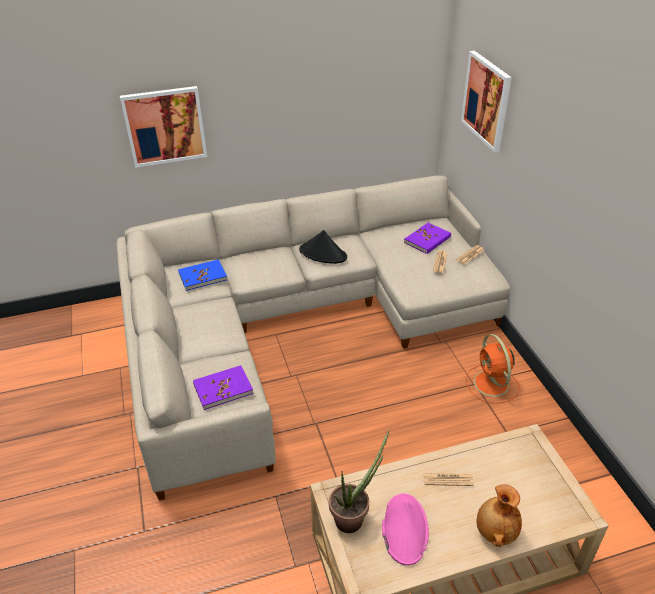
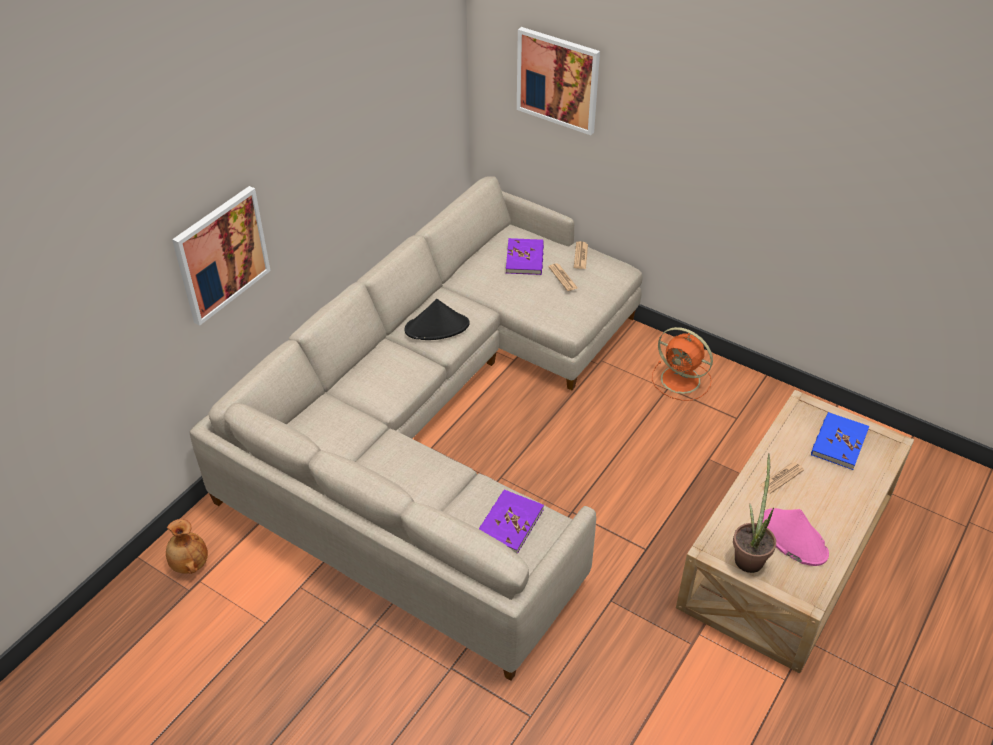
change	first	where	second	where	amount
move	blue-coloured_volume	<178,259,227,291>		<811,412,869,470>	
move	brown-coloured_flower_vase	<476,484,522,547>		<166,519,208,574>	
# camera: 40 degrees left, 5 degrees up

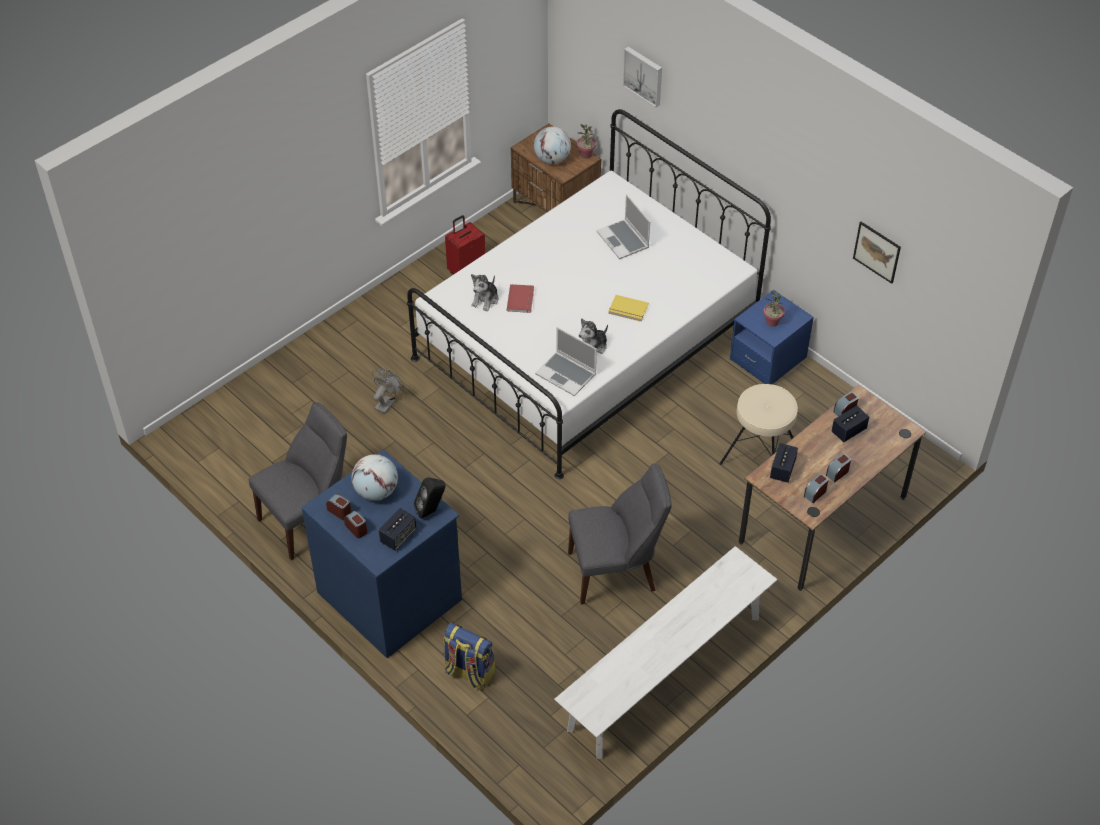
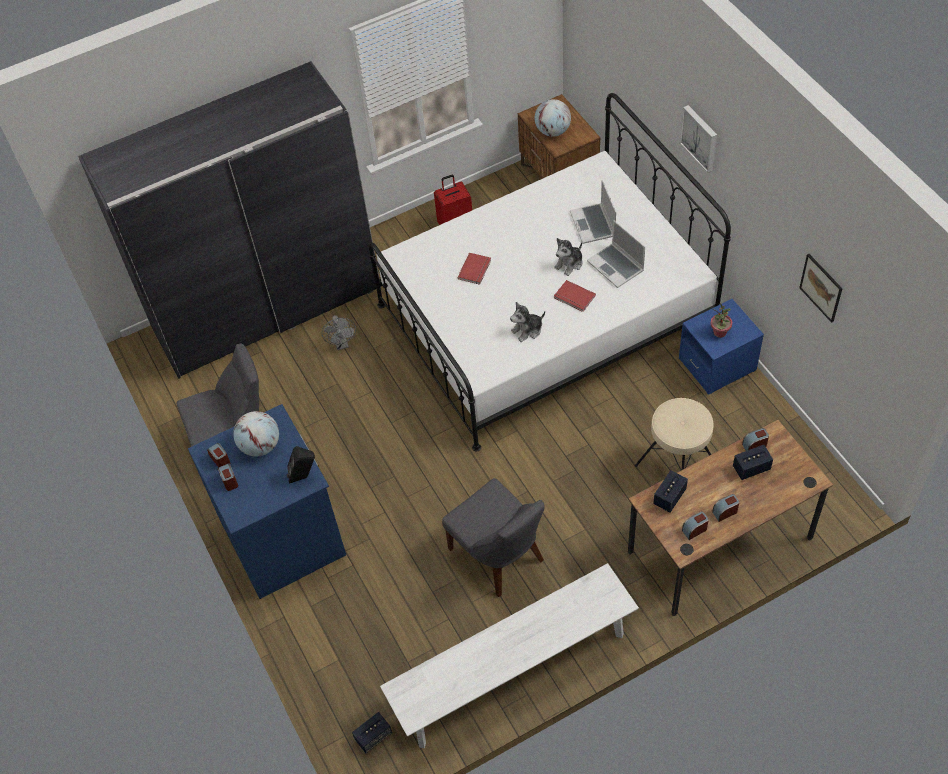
change	first	where	second	where	amount
rotate	greyish_electric_fan	<372,368,404,414>		<322,315,356,350>	120 degrees clockwise
move	loudspeaker	<379,508,416,551>		<352,712,392,753>	
delete	knapsack	<443,623,495,689>			
move	plush_toy	<471,274,499,312>		<554,238,582,276>	
move	laptop	<535,327,597,396>		<587,220,645,288>	
rotate	greyish_chair	<568,464,671,605>		<442,478,545,597>	45 degrees clockwise
delete	houseplant	<577,124,596,159>			
recolor	yellow-coloured_volume	<608,295,649,322>	red-coloured_volume	<554,280,596,312>	
move	picture	<623,47,662,107>		<680,105,717,173>	
insert			greyish_wardrobe	<78,61,380,379>	
# camera: 20 degrees right, 5 degrees up

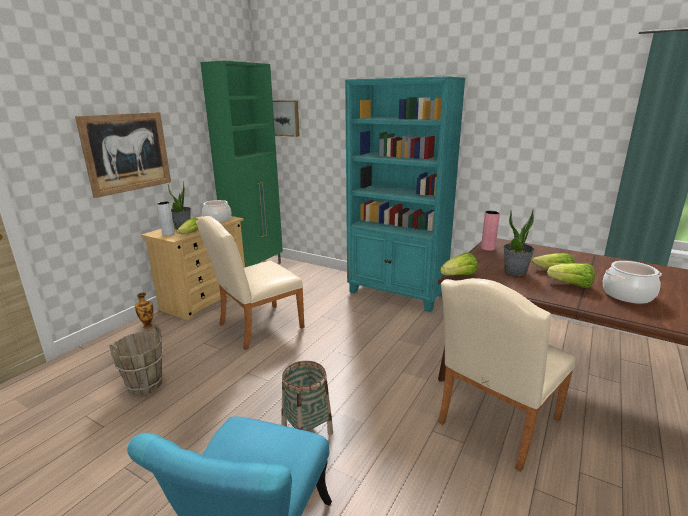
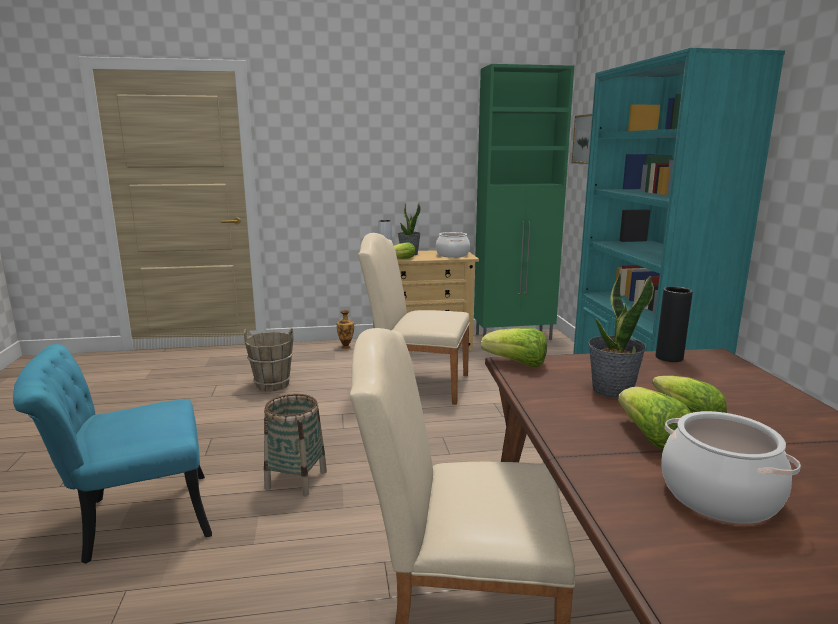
change	first	where	second	where	amount
delete	picture	<75,112,171,198>			
recolor	pink-coloured_flower_vase	<481,211,500,251>	black_flower_vase	<656,287,693,362>	
# camera: 50 degrees right, 5 degrees down

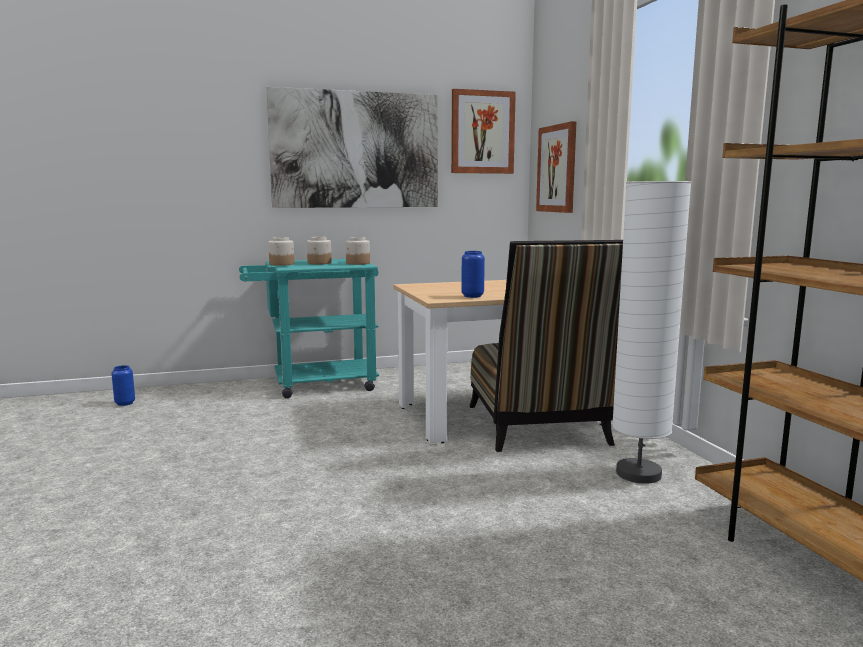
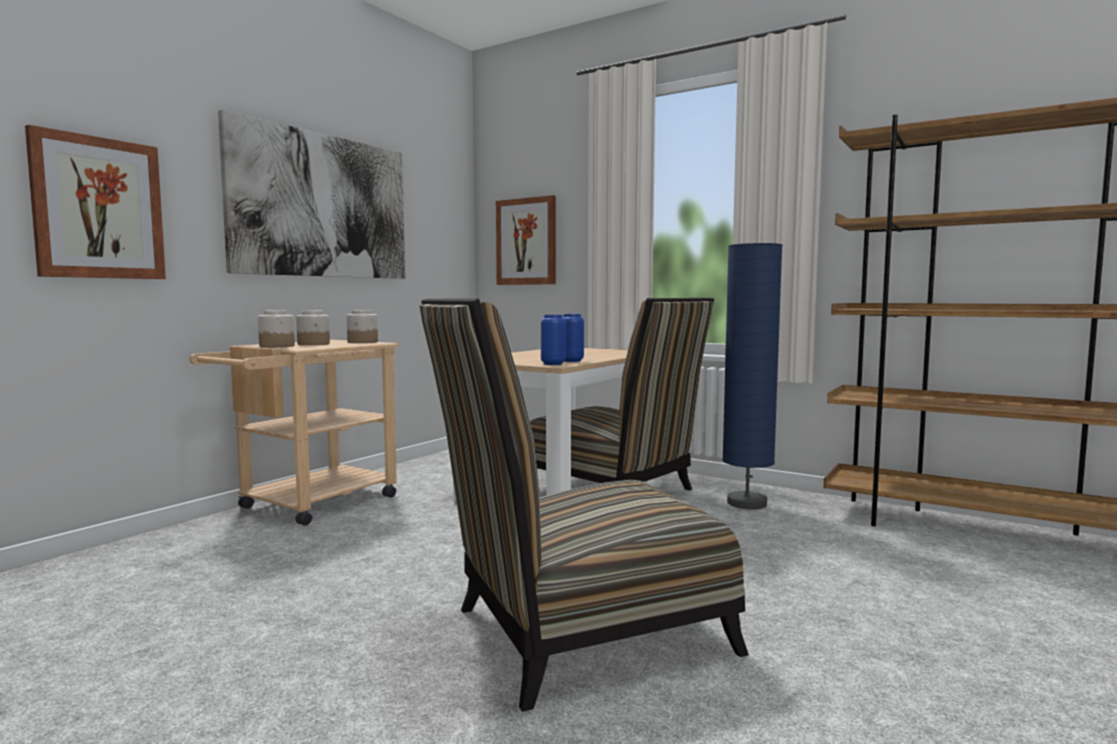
change	first	where	second	where	amount
move	blue-coloured_flower_vase	<111,365,135,406>		<541,315,566,365>	
recolor	turquoise_wheeled_cart	<239,259,379,399>	sand-coloured_wheeled_cart	<189,340,399,526>	
move	picture	<451,89,516,174>		<25,125,166,279>	
recolor	whitish_standard_lamp	<612,181,692,484>	blue-coloured_standard_lamp	<722,243,783,509>	
insert			chair	<419,298,749,712>	
# camera: 40 degrees left, 5 degrees down

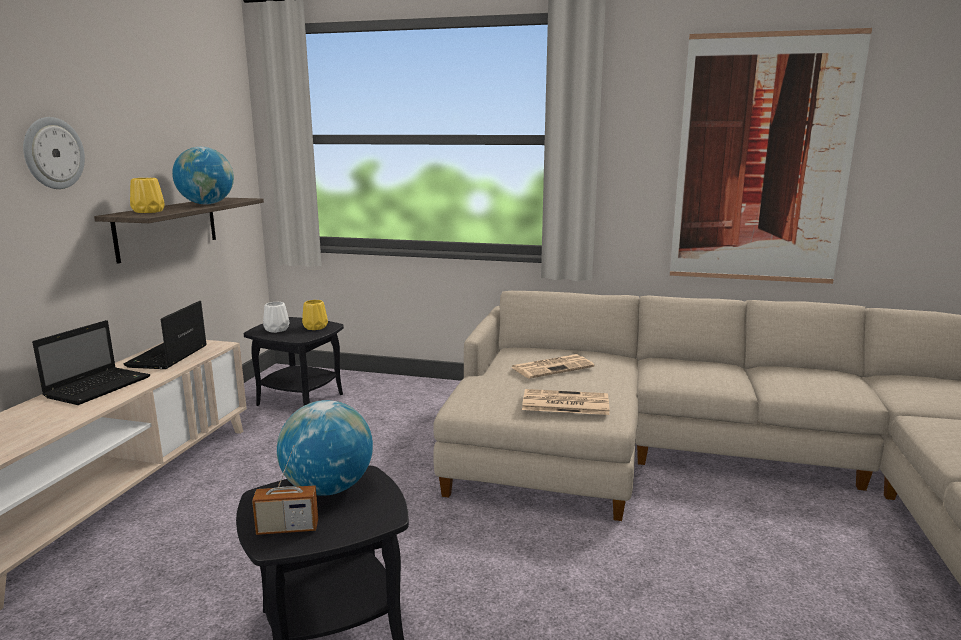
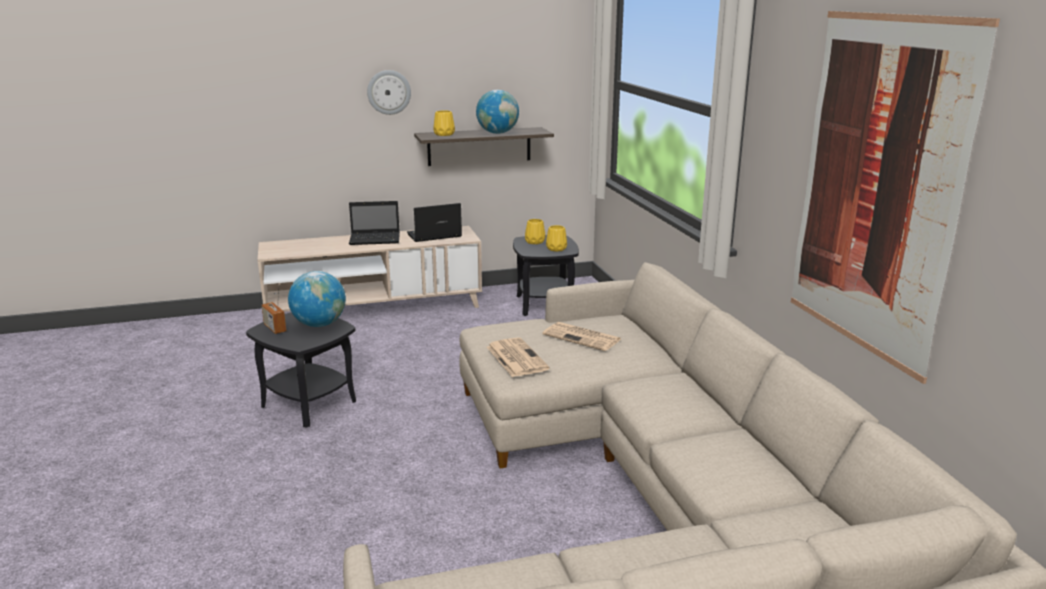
change	first	where	second	where	amount
recolor	whitish_flower_vase	<263,302,289,333>	yellow-coloured_flower_vase	<525,219,545,244>	
# camera: 60 degrees right, 5 degrees up

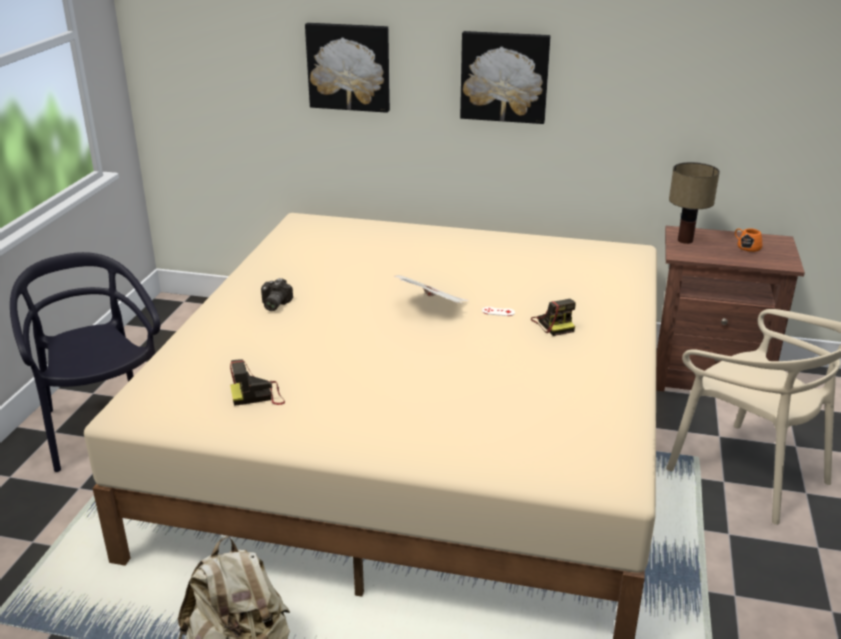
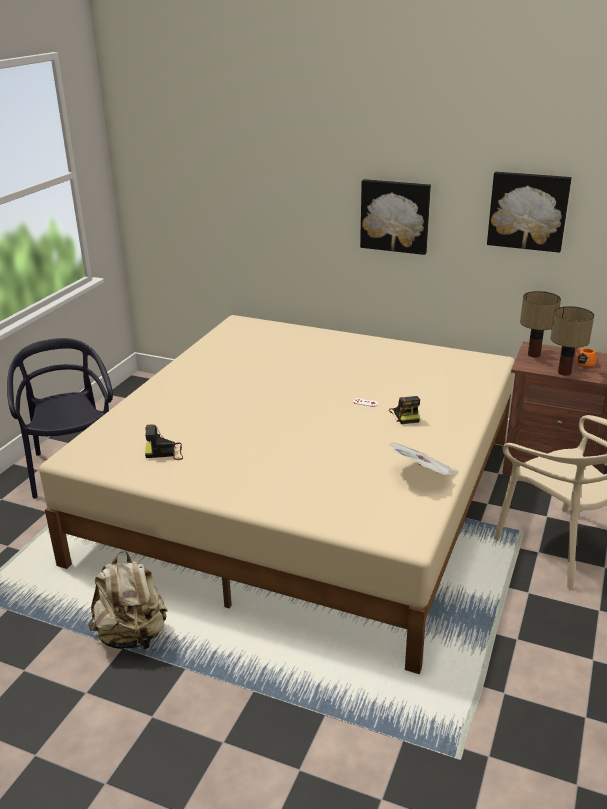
change	first	where	second	where	amount
delete	photo_camera	<261,278,293,311>			
move	picture	<305,23,390,113>		<487,172,572,253>	
move	daily_paper	<394,275,469,303>		<389,443,457,476>	
insert			tabletop_lamp	<550,306,594,376>	
# camera: 10 degrees right, 0 degrees up

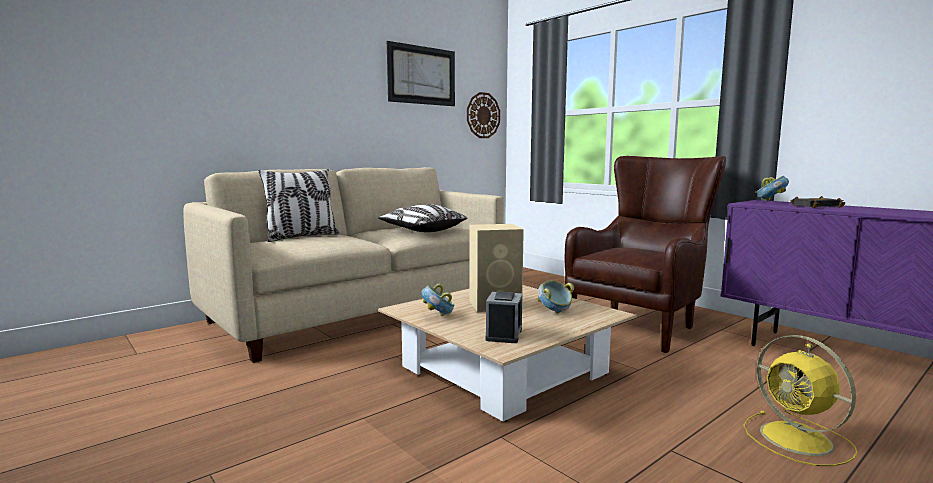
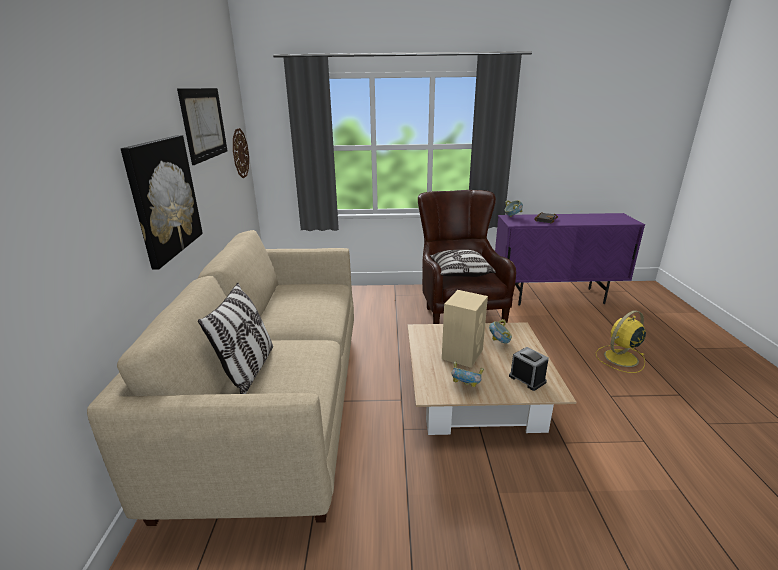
change	first	where	second	where	amount
move	cushion	<378,204,467,232>		<430,250,496,277>	
rotate	yellow-coloured_electric_fan	<744,335,857,466>		<596,310,646,373>	135 degrees clockwise
insert			picture	<121,135,203,270>	
# camera: 50 degrees left, 15 degrees up

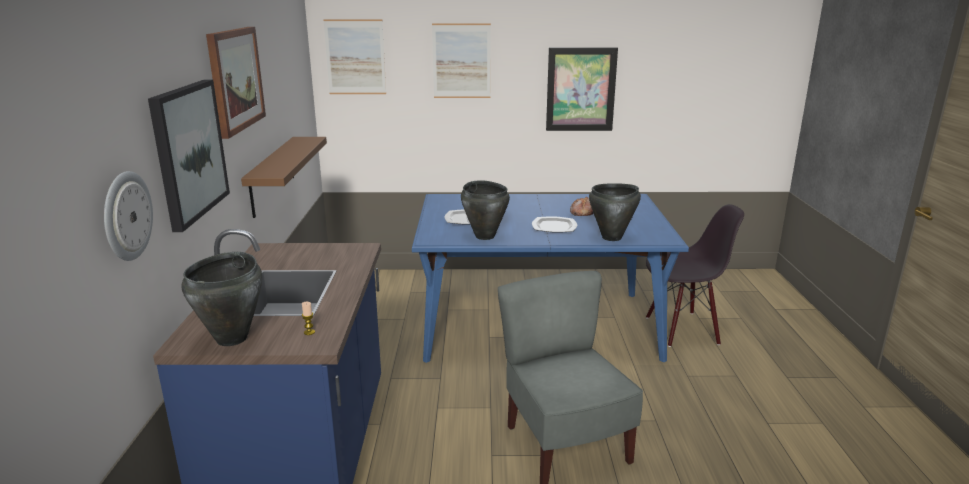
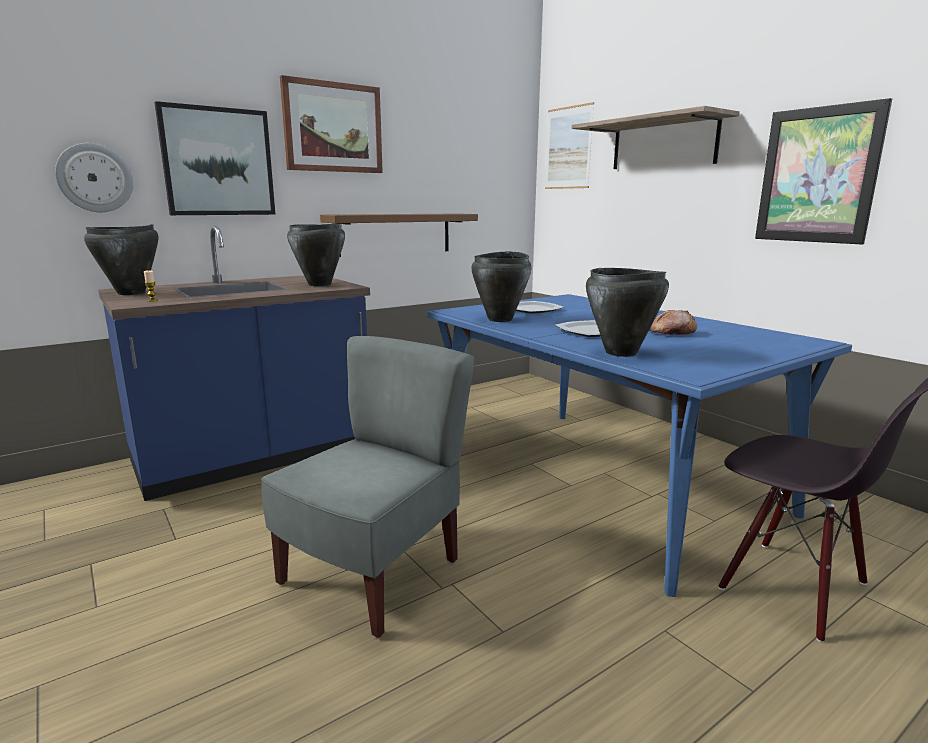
change	first	where	second	where	amount
replace	picture	<432,24,491,98>	shelf	<572,106,740,169>	
insert			black_stockpot	<287,223,345,286>	
# camera: 55 degrees right, 5 degrees down

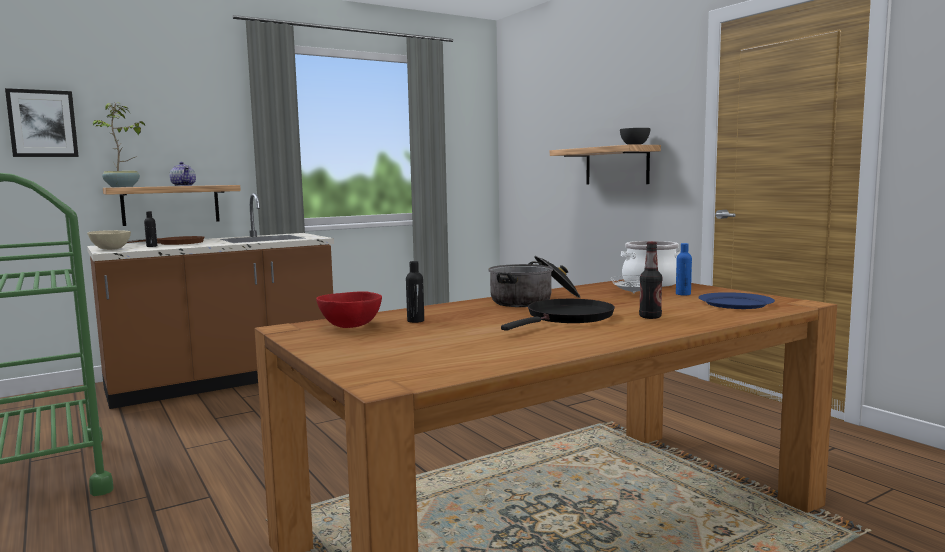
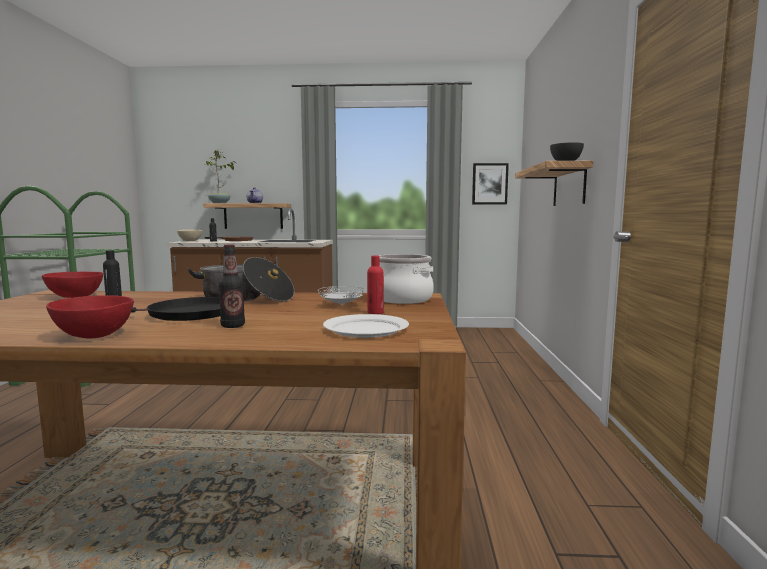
change	first	where	second	where	amount
move	picture	<5,88,79,157>		<472,163,509,204>	
recolor	blue-coloured_beverage_bottle	<676,243,692,295>	red-coloured_beverage_bottle	<367,255,384,314>	
recolor	blue-coloured_flat_dish	<698,292,775,309>	whitish_flat_dish	<323,314,409,338>	
insert			red-coloured_serving_bowl	<46,295,134,339>	
# camera: 35 degrees right, 0 degrees up

